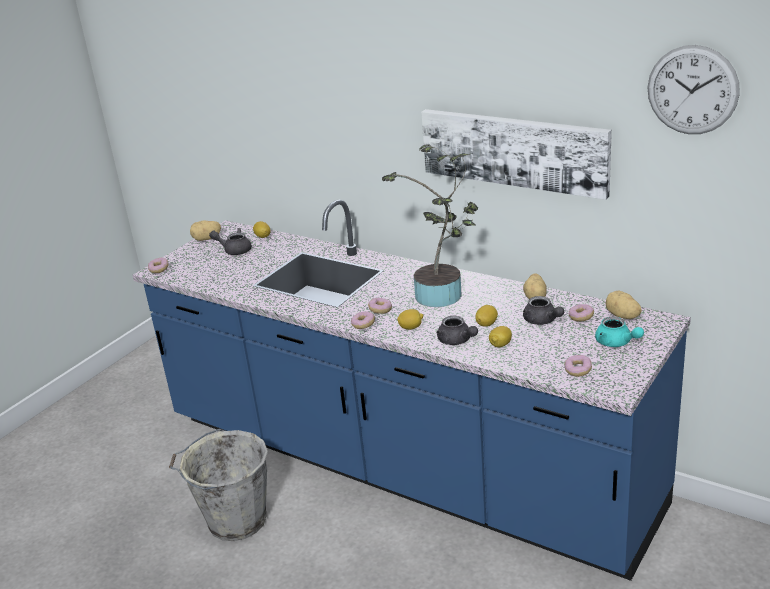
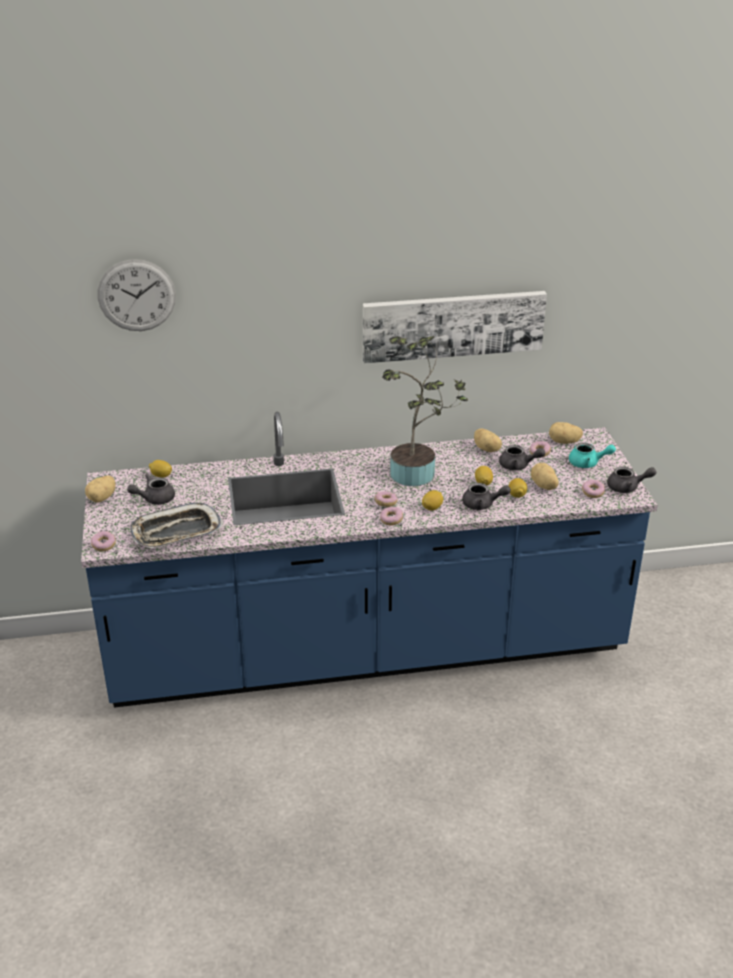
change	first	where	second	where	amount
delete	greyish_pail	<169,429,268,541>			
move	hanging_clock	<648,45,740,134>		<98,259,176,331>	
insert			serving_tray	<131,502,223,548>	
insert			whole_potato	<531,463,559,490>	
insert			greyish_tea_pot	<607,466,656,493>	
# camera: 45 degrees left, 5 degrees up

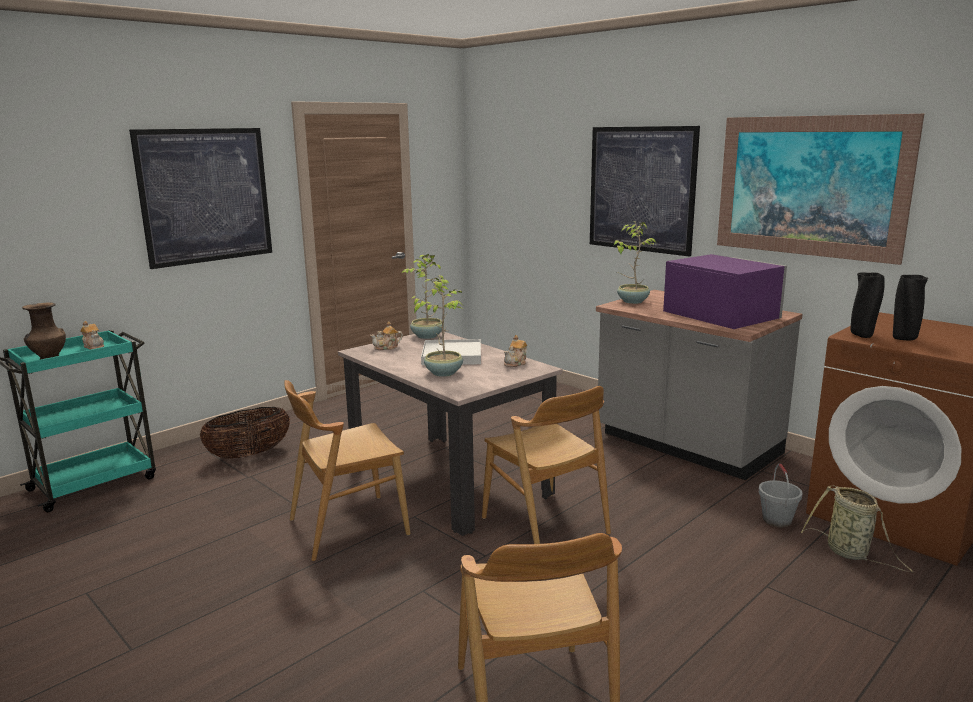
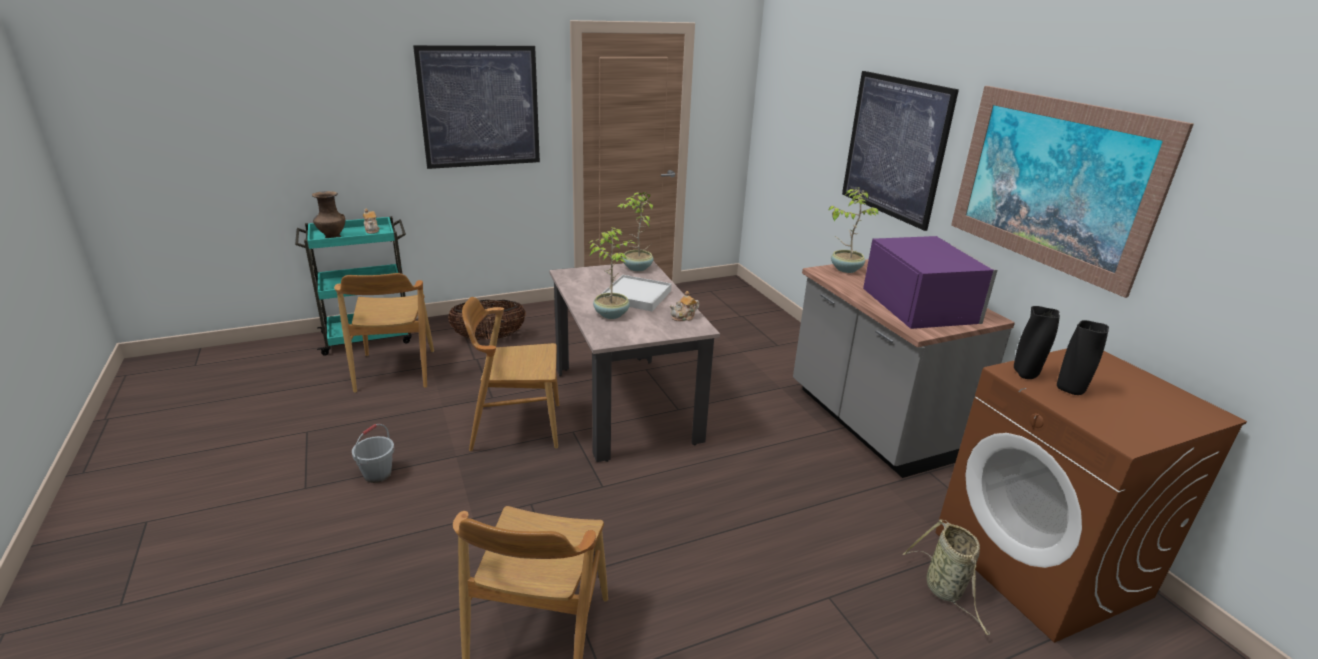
change	first	where	second	where	amount
delete	tea_pot	<370,322,403,350>			
move	brown-coloured_chair	<482,386,611,544>		<334,273,434,393>	
move	greyish_pail	<758,464,803,527>		<352,424,395,483>	
# camera: 20 degrees right, 10 degrees up

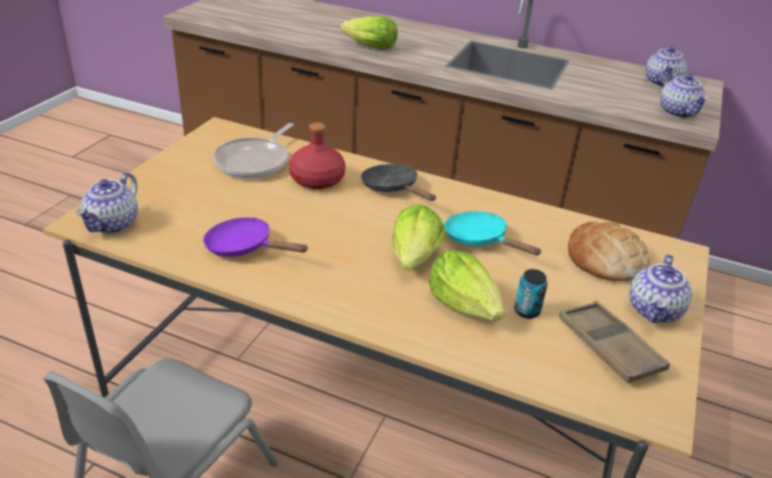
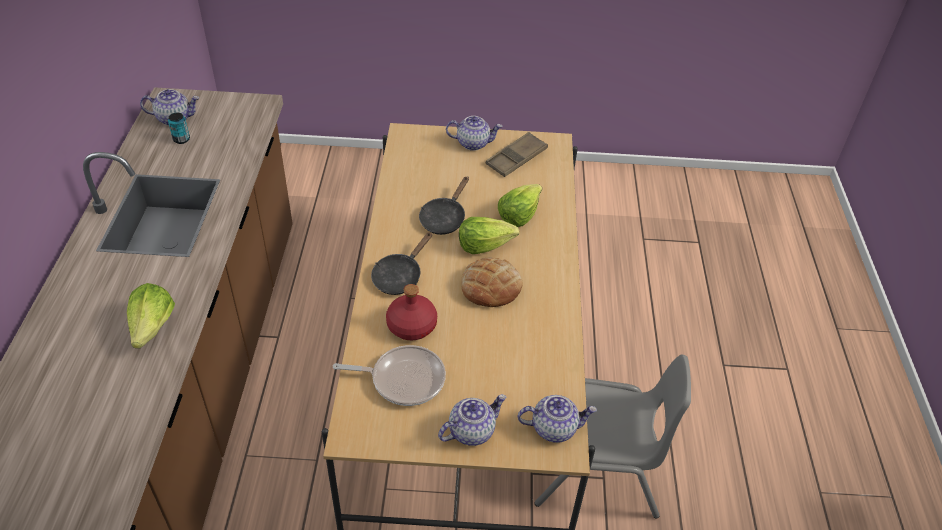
change	first	where	second	where	amount
delete	purple-coloured_frying_pan	<203,217,308,257>			
recolor	turquoise_frying_pan	<444,211,542,255>	black_frying_pan	<419,176,469,235>	
move	can	<514,269,548,319>		<168,112,190,144>	
move	bread	<568,221,650,281>		<461,258,523,307>	
move	tea_pot	<660,71,708,118>		<438,394,506,446>	
# camera: 110 degrees left, 10 degrees up

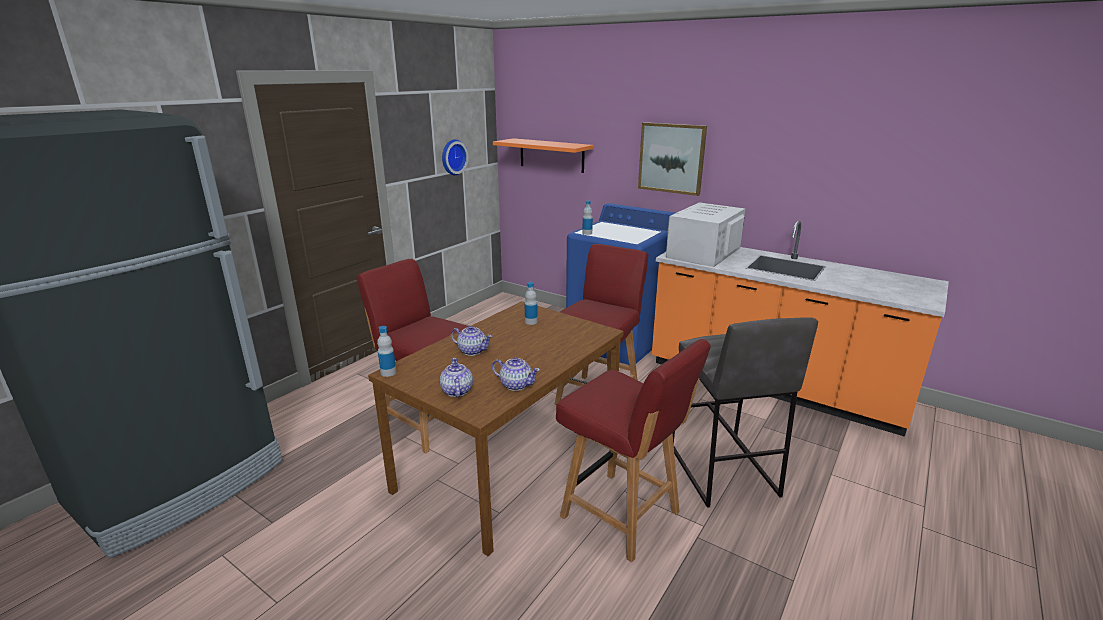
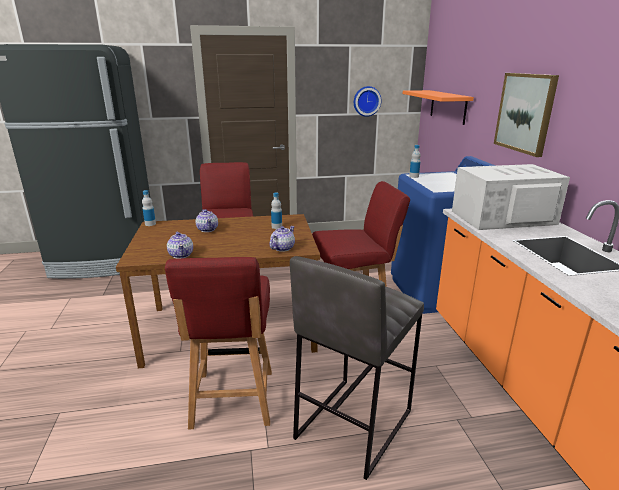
change	first	where	second	where	amount
move	tea_pot	<440,358,473,397>		<269,226,295,252>	
# camera: 45 degrees right, 0 degrees up

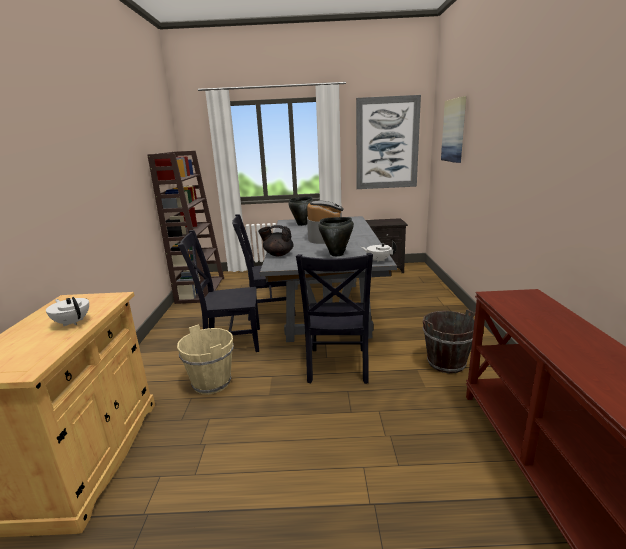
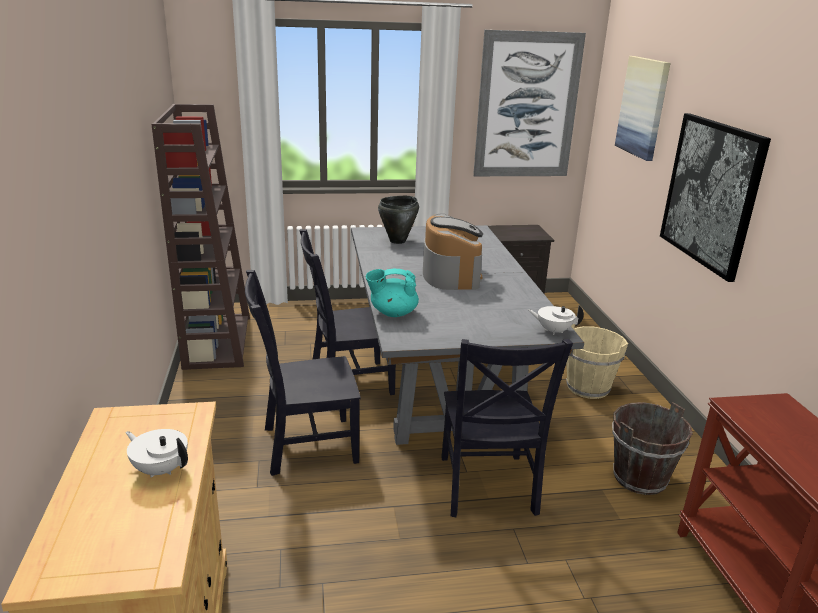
change	first	where	second	where	amount
move	sand-coloured_pail	<177,324,234,394>		<566,324,628,399>	
recolor	black_tea_pot	<258,225,293,256>	turquoise_tea_pot	<366,269,419,317>	
delete	black_stockpot	<318,217,354,256>			
insert			picture	<660,113,771,282>	
# camera: 10 degrees left, 5 degrees up

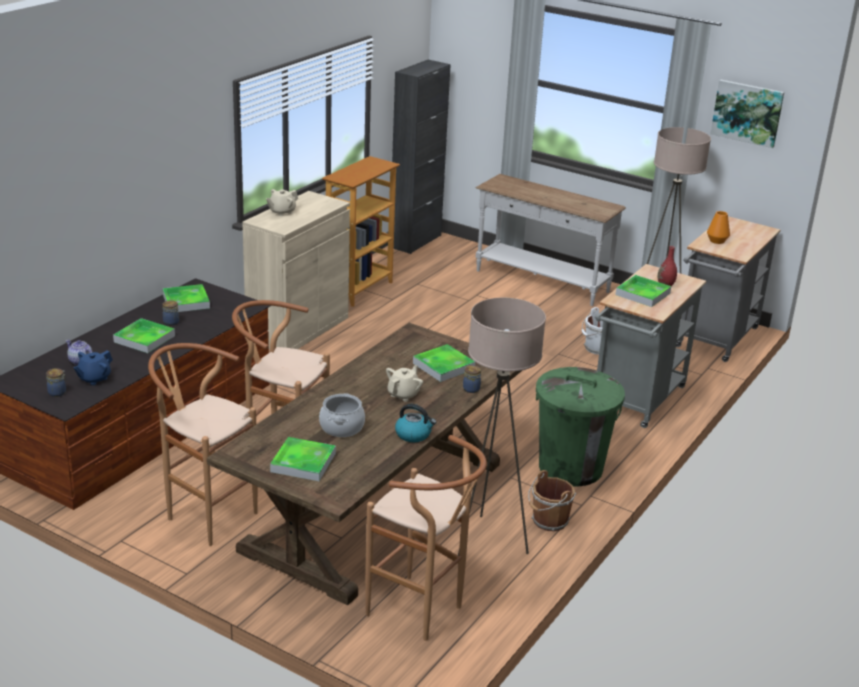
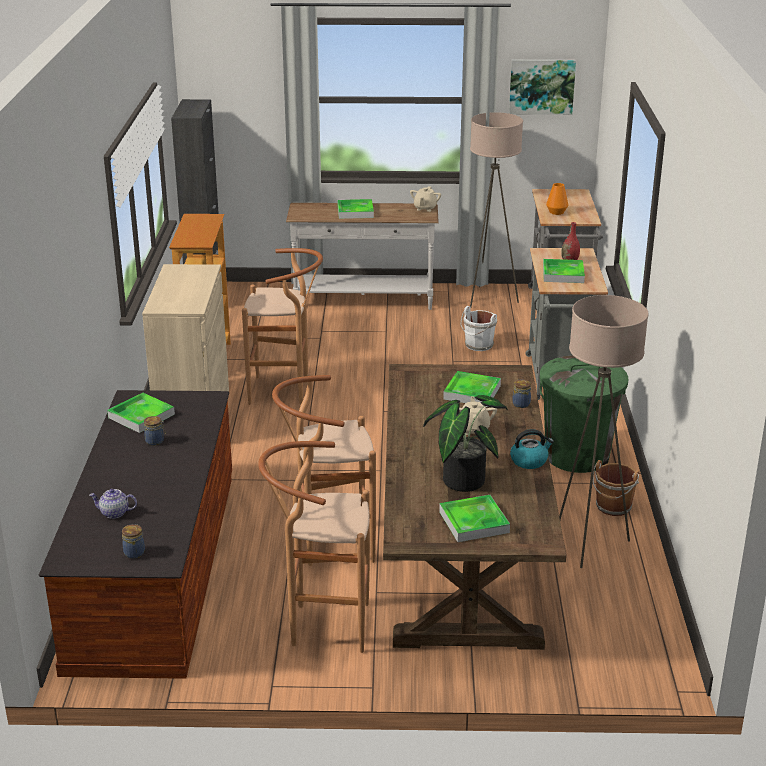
change	first	where	second	where	amount
delete	blue-coloured_tea_pot	<73,351,113,385>			
move	serving_tray	<113,318,175,353>		<338,199,374,219>	
move	sand-coloured_tea_pot	<266,189,298,216>		<410,186,441,212>	
replace	stockpot	<319,393,365,437>	houseplant	<423,395,508,492>	
move	brown-coloured_stool	<365,435,487,641>		<242,248,323,405>	
# camera: 30 degrees left, 0 degrees up

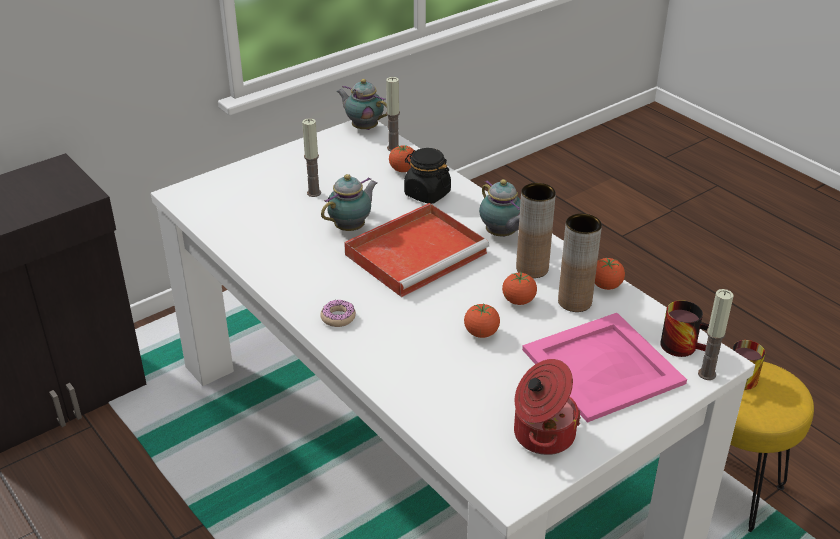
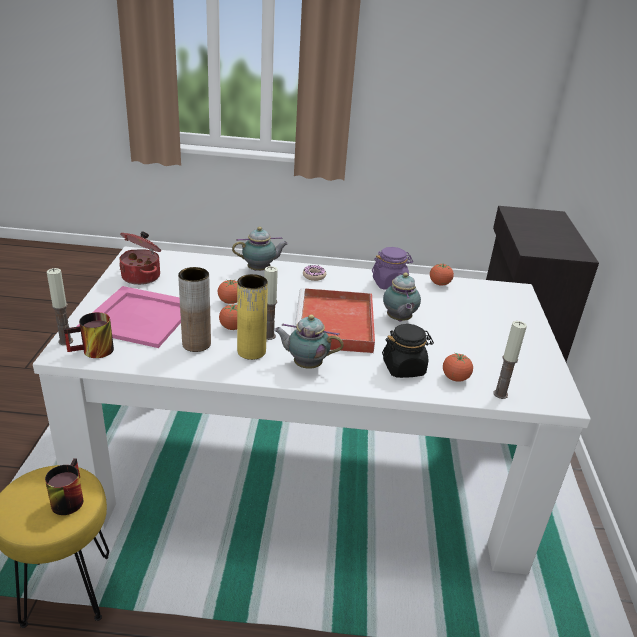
change	first	where	second	where	amount
move	wax_light	<302,118,321,197>		<265,266,278,340>	
move	tea_pot	<336,79,387,130>		<232,227,288,271>	
recolor	brown-coloured_flower_vase	<516,183,556,278>	yellow-coloured_flower_vase	<237,274,268,360>	
move	fresh_tomato	<595,257,625,290>		<430,263,454,286>	
insert			purple-coloured_storage_jar	<372,247,413,290>	
# camera: 130 degrees right, 5 degrees down

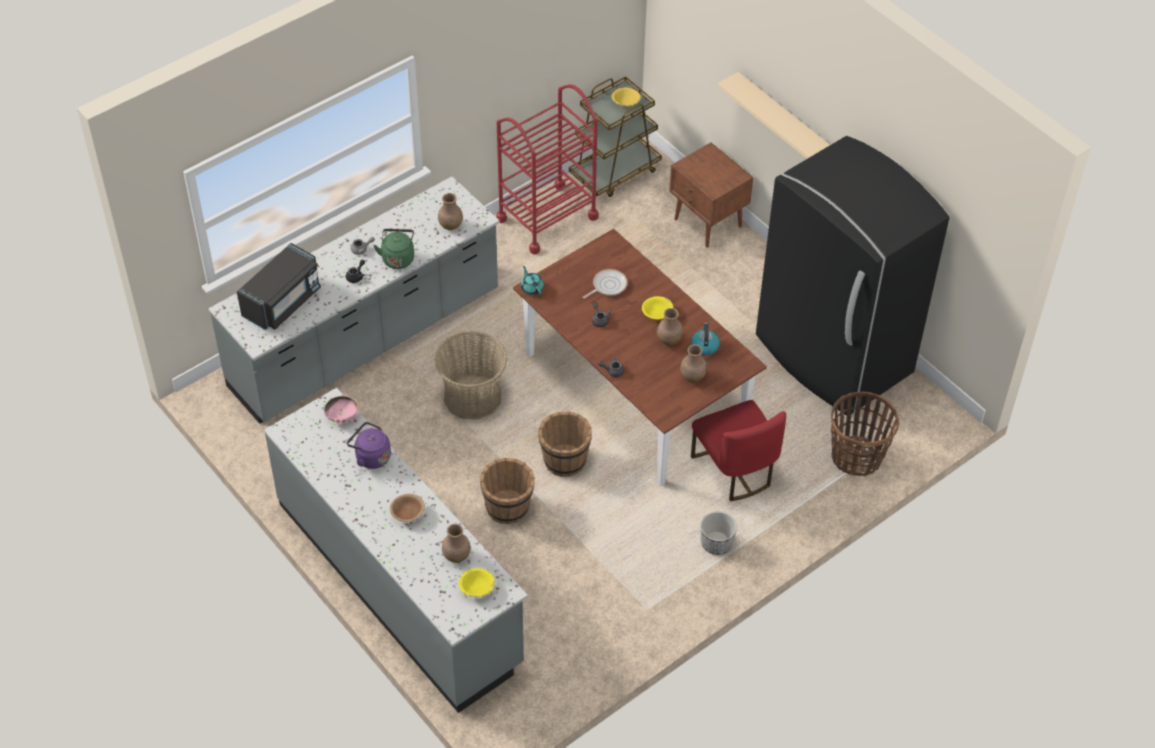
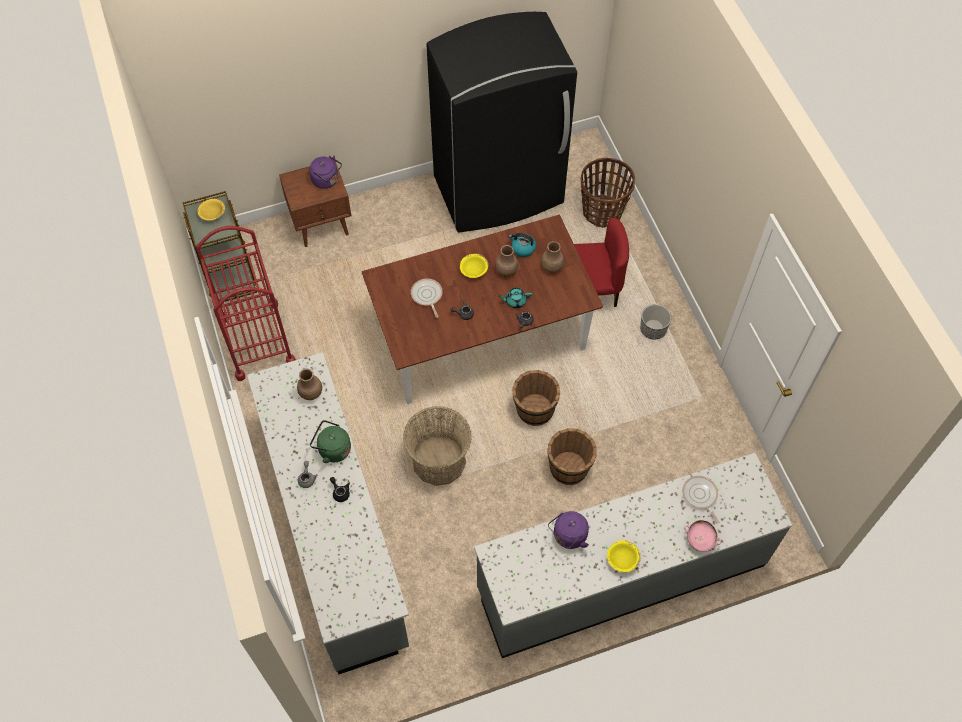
change	first	where	second	where	amount
delete	black_kitchen_microwave	<237,243,321,330>			
move	pink-coloured_serving_bowl	<324,393,358,424>		<684,520,721,552>	
delete	brown-coloured_serving_bowl	<390,494,425,522>			
replace	brown-coloured_flower_vase	<442,524,471,563>	frying_pan	<682,476,719,524>	
move	yellow-coloured_serving_bowl	<459,568,495,597>		<607,540,641,572>	
move	turquoise_tea_pot	<521,266,544,295>		<498,288,532,308>	
delete	sand-coloured_shelf	<717,72,830,159>			
insert			purple-coloured_tea_kettle	<309,156,342,189>	
# camera: 70 degrees left, 10 degrees up

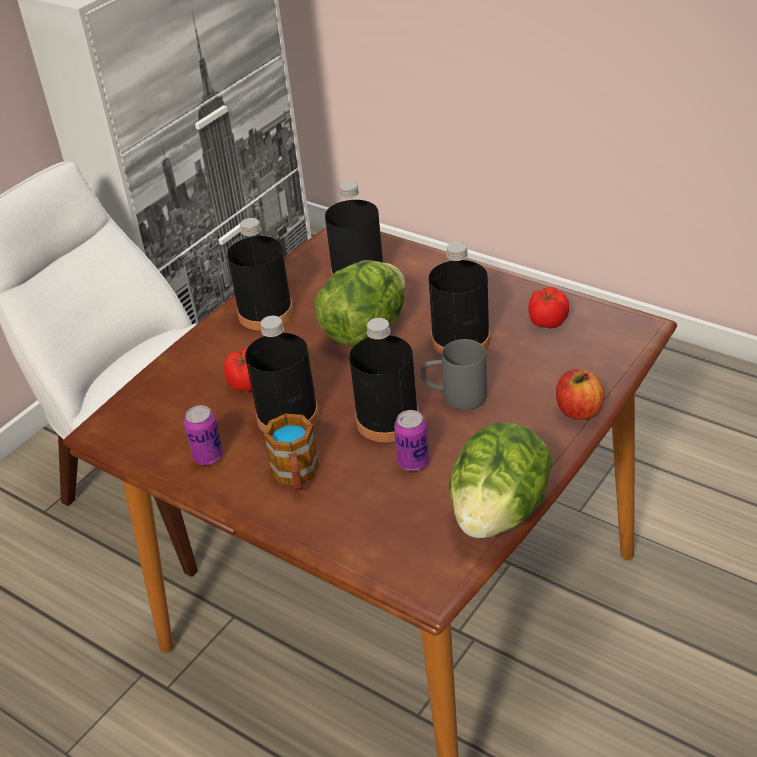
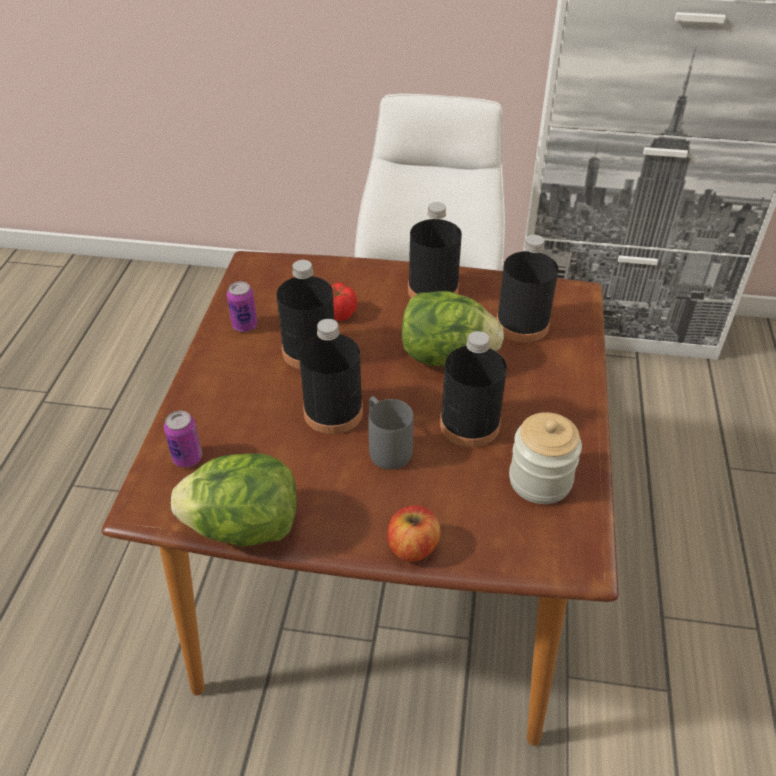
change	first	where	second	where	amount
delete	coffee_mug	<264,413,319,491>			
move	can	<394,410,429,472>		<164,411,202,467>	
replace	fresh_tomato	<528,287,569,328>	storage_jar	<509,412,582,504>	
# camera: 60 degrees right, 5 degrees up

